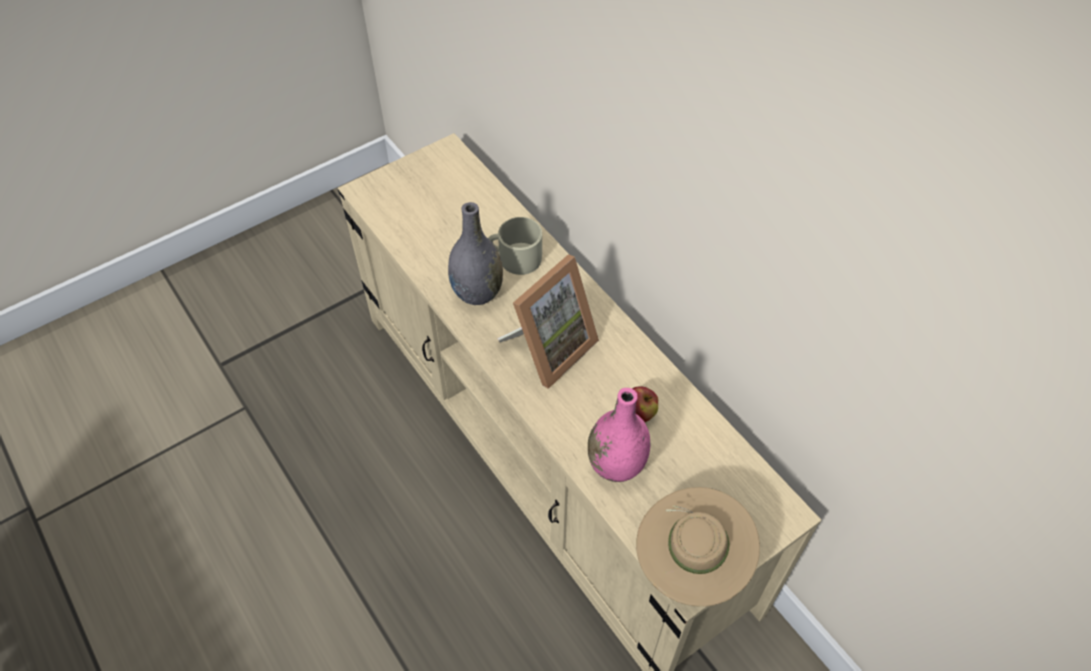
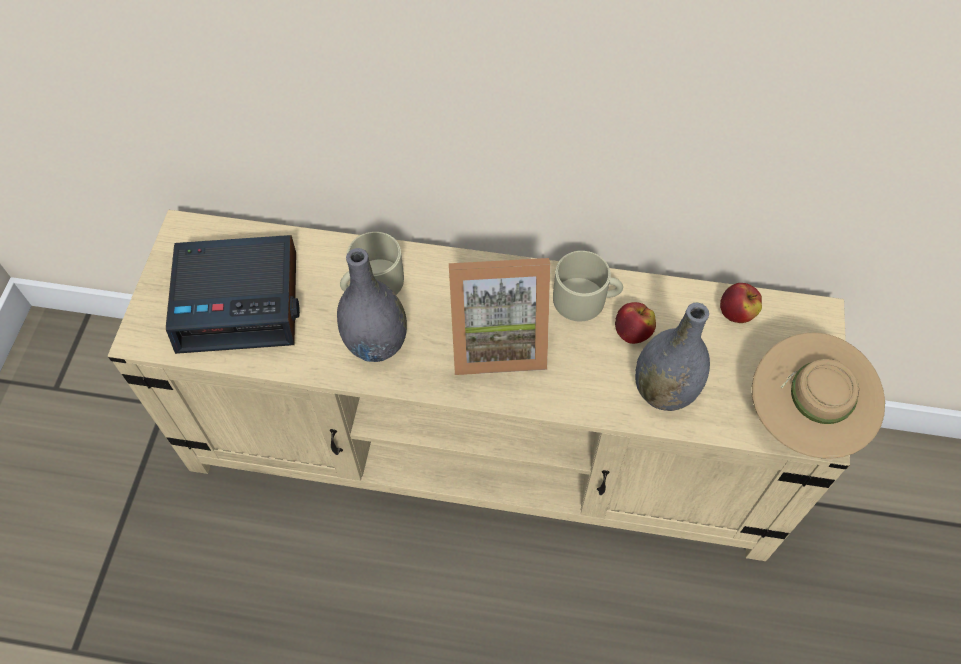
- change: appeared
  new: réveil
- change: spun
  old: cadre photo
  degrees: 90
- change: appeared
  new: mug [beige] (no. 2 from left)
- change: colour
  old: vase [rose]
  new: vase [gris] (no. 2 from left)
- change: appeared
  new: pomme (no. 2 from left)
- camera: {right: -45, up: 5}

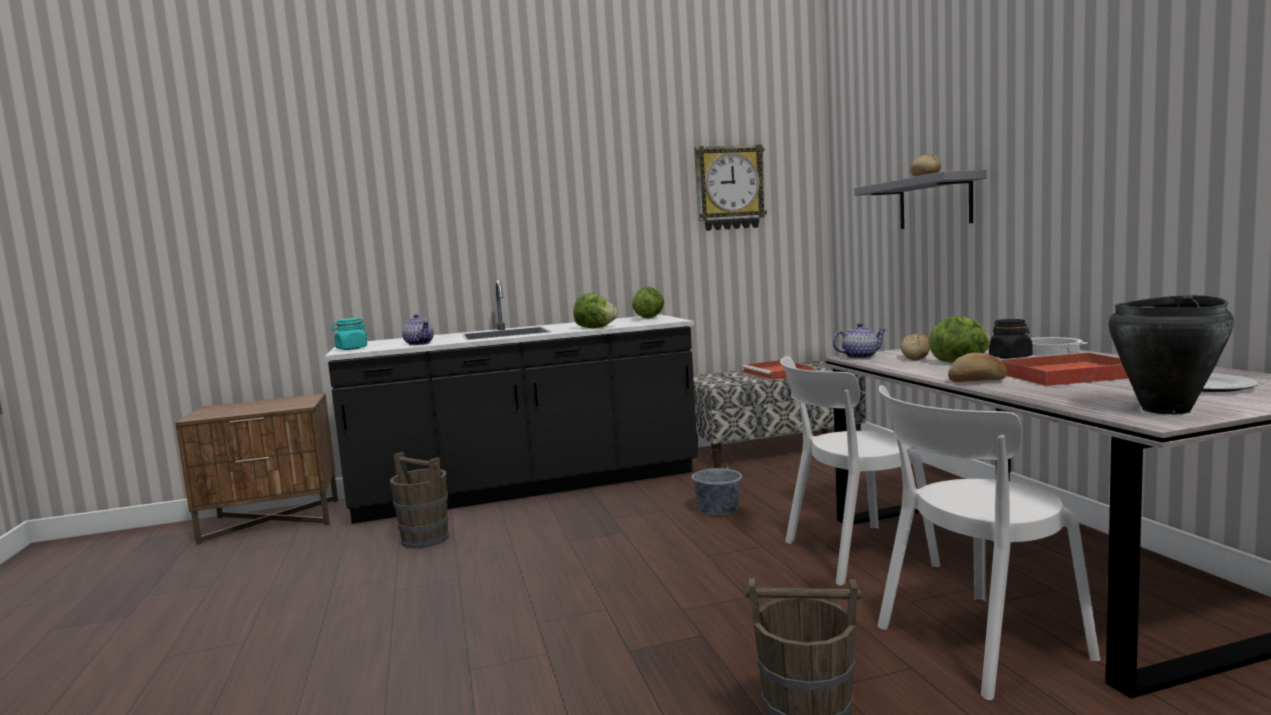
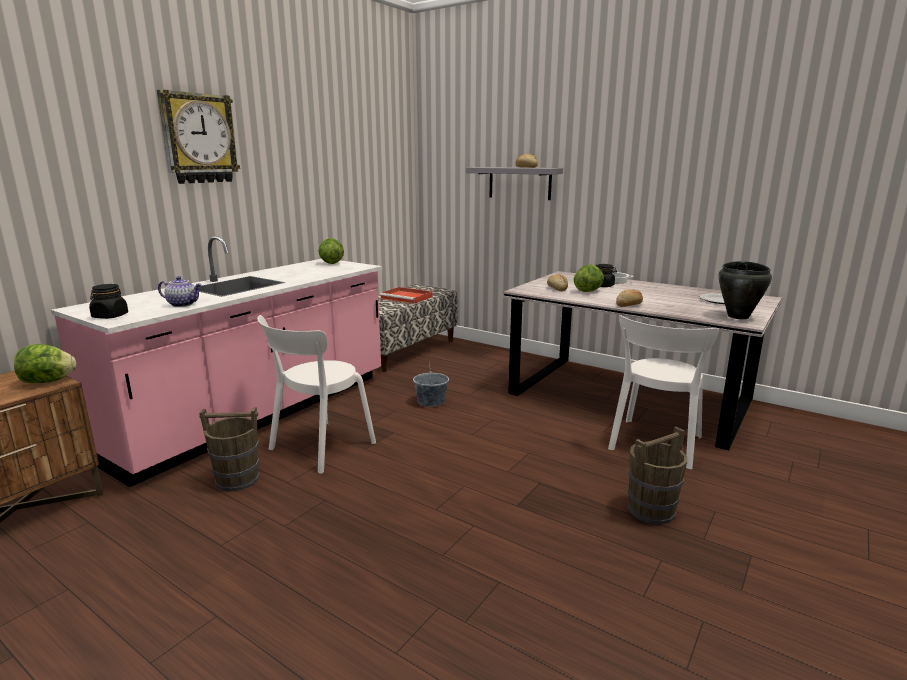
- change: relocated
  old: laitue (no. 1 from left)
- change: colour
  old: comptoir de cuisine [noir]
  new: comptoir de cuisine [rose]
- change: colour
  old: bocal [turquoise]
  new: bocal [noir] (no. 1 from left)
- change: relocated
  old: horloge murale
- change: relocated
  old: chaise [blanc] (no. 1 from left)
- change: missing
  old: théière (no. 2 from left)
- change: missing
  old: plateau [rouge] (no. 2 from left)
- camera: {right: -40, up: 10}

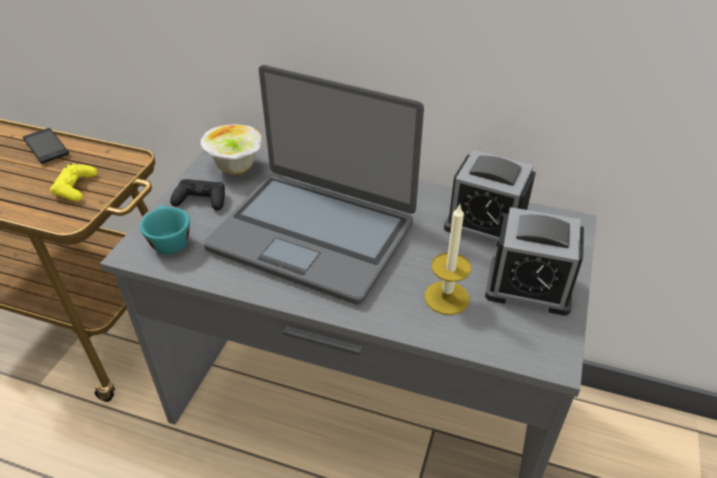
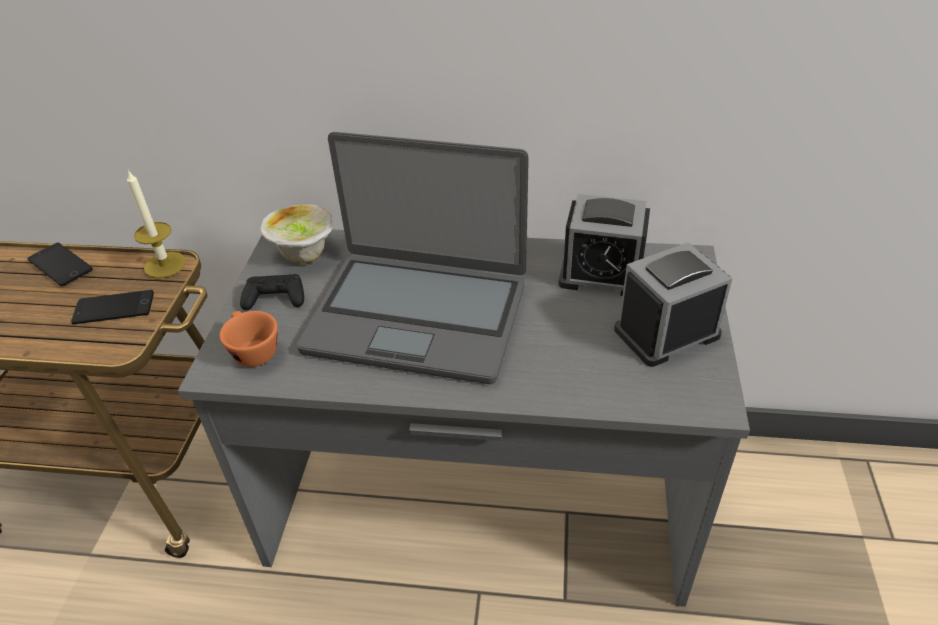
- change: exchanged
  old: manette [jaune]
  new: téléphone (no. 2 from left)
- change: relocated
  old: bougie
- change: colour
  old: tasse [turquoise]
  new: tasse [orange]
- change: spun
  old: réveil (no. 2 from left)
  degrees: 150
- camera: {right: -10, up: 0}

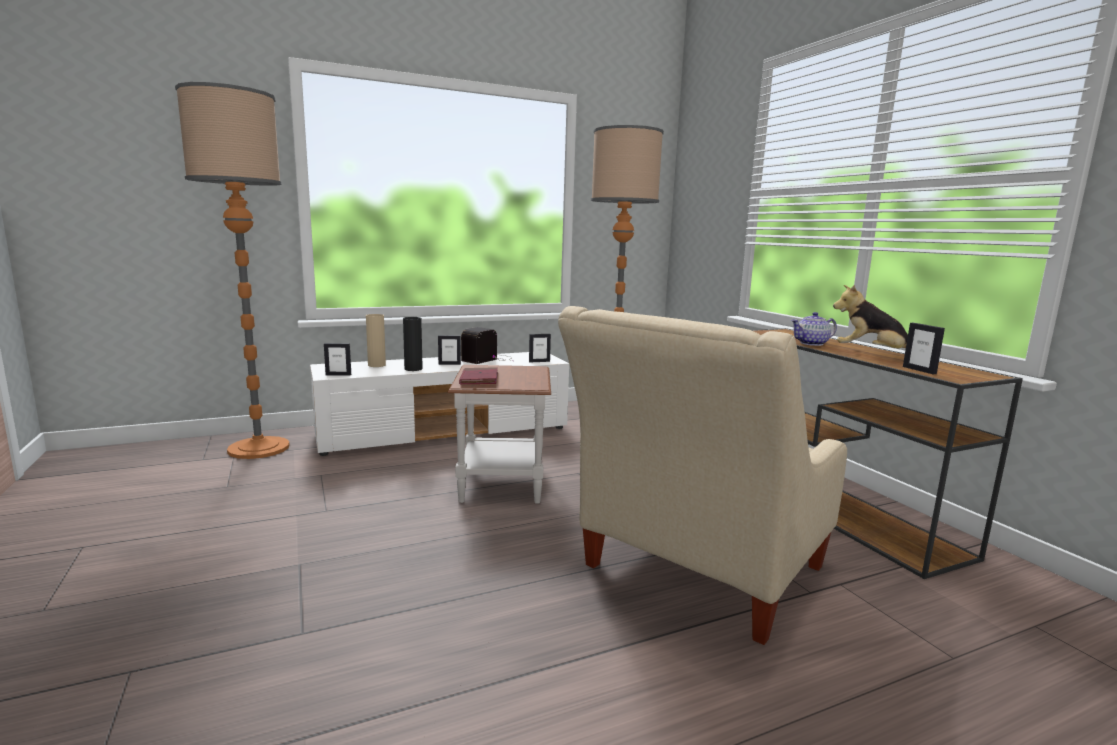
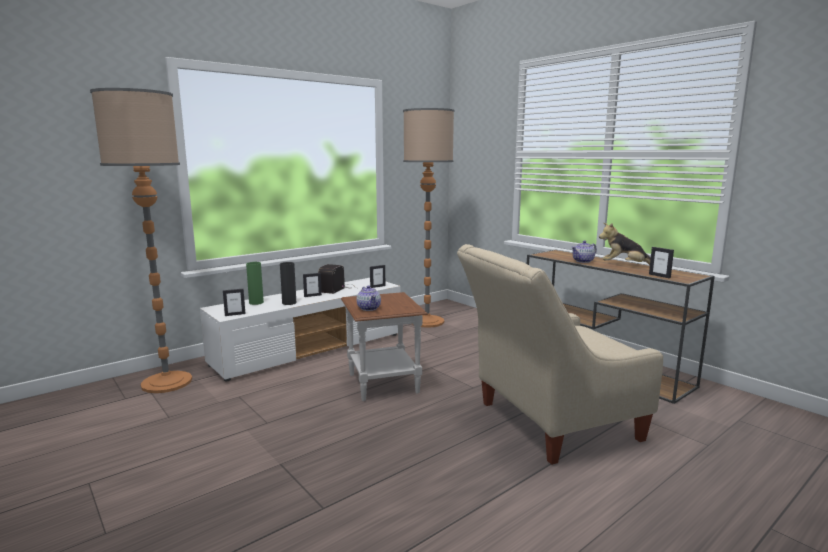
- change: colour
  old: vase [beige]
  new: vase [vert]
- change: exchanged
  old: livre [rouge]
  new: théière (no. 1 from left)
- change: spun
  old: fauteuil [beige]
  degrees: 45
- camera: {right: -15, up: 0}

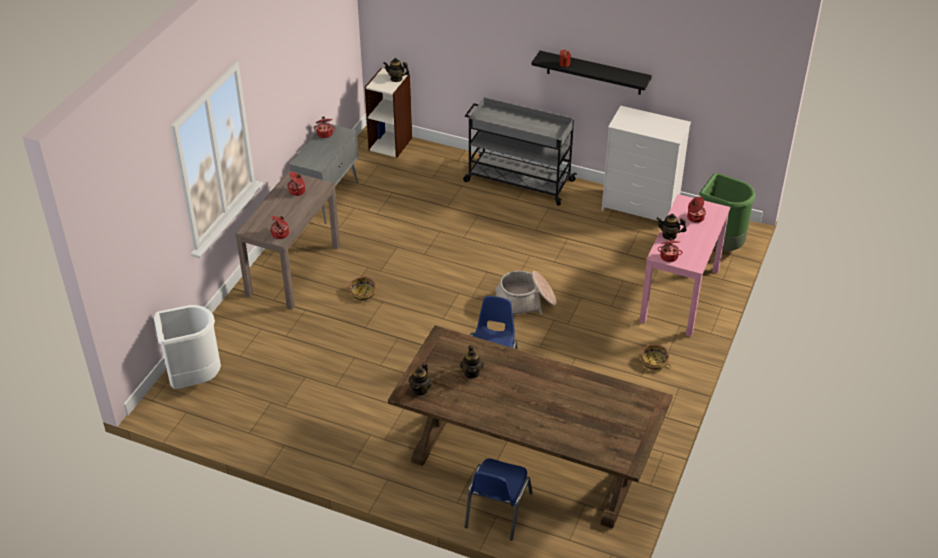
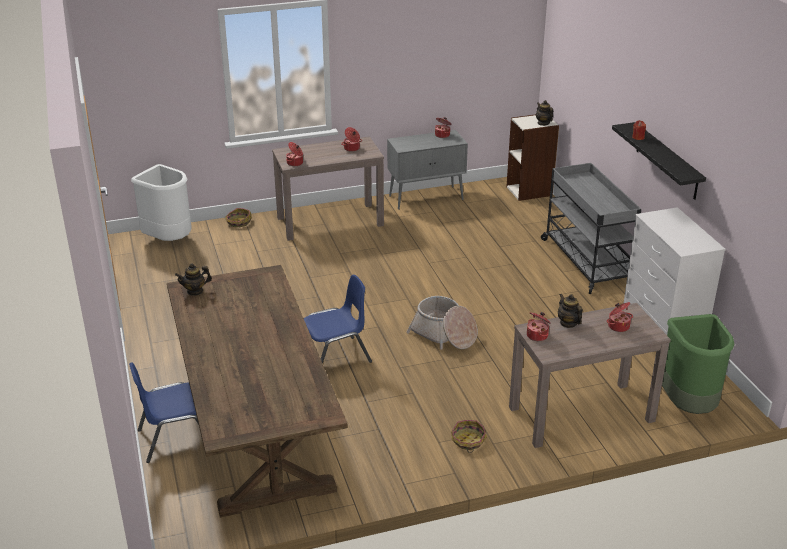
- change: relocated
  old: panier (no. 1 from left)
- change: colour
  old: table console [rose]
  new: table console [marron] (no. 2 from left)
- change: missing
  old: théière (no. 3 from left)
- camera: {right: 50, up: -10}

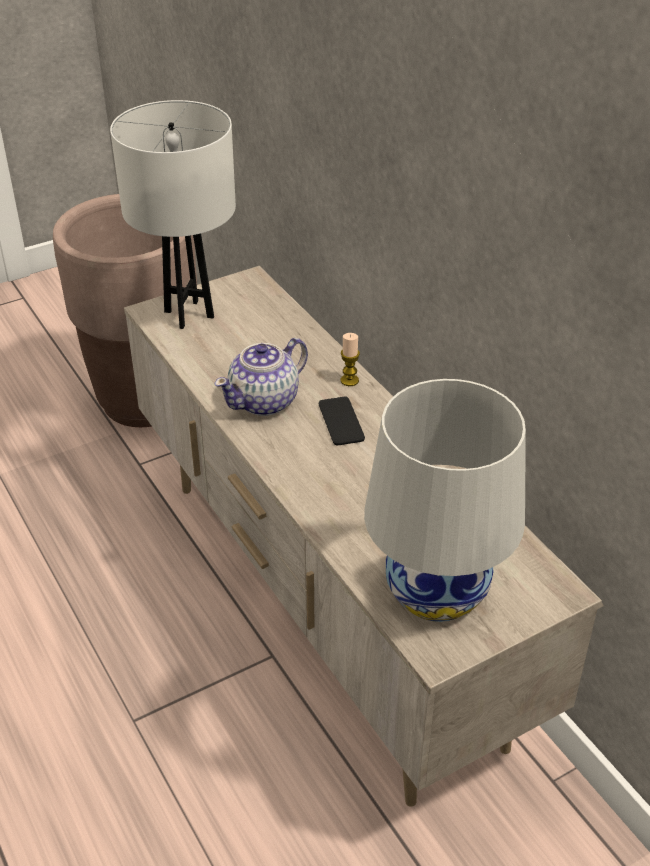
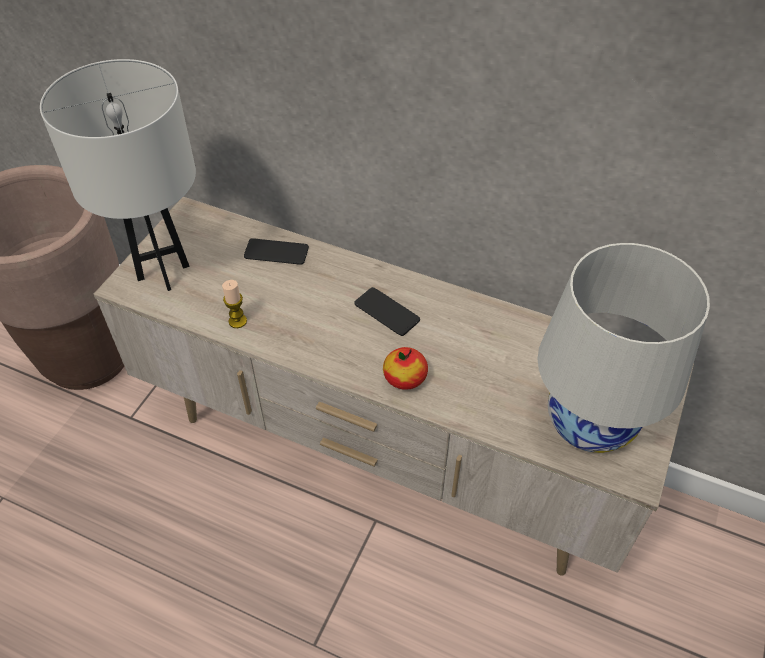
- change: relocated
  old: bougie
- change: appeared
  new: téléphone (no. 1 from left)
- change: appeared
  new: pomme
- change: missing
  old: théière
- camera: {right: -35, up: 10}

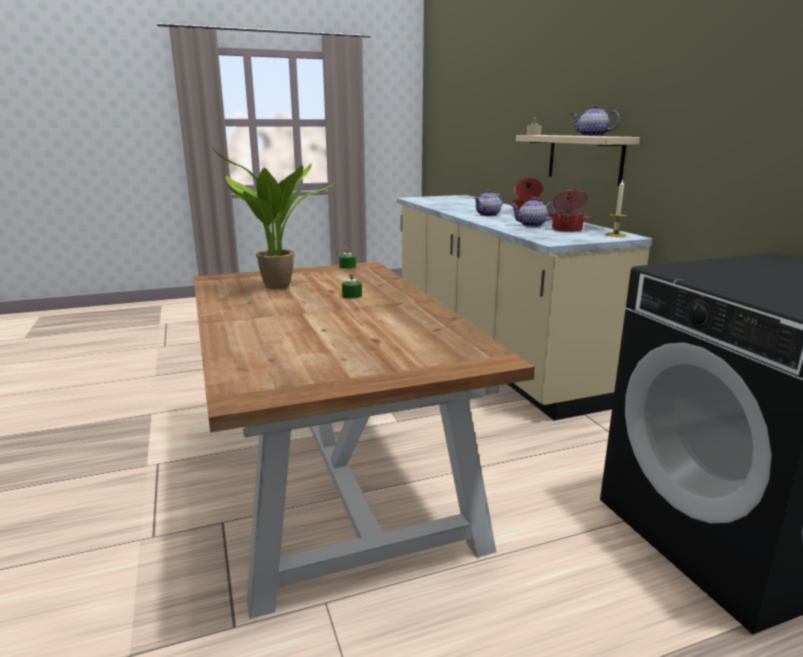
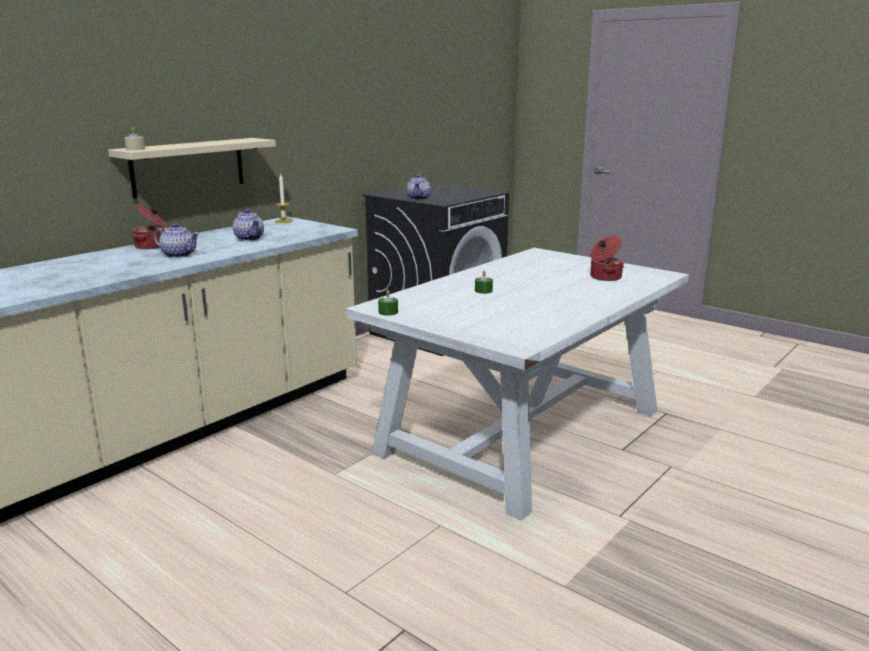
- change: colour
  old: table à manger [marron]
  new: table à manger [blanc]
- change: relocated
  old: théière (no. 3 from left)
- change: relocated
  old: marmite (no. 2 from left)
- change: missing
  old: plante en pot
- camera: {right: -120, up: 0}

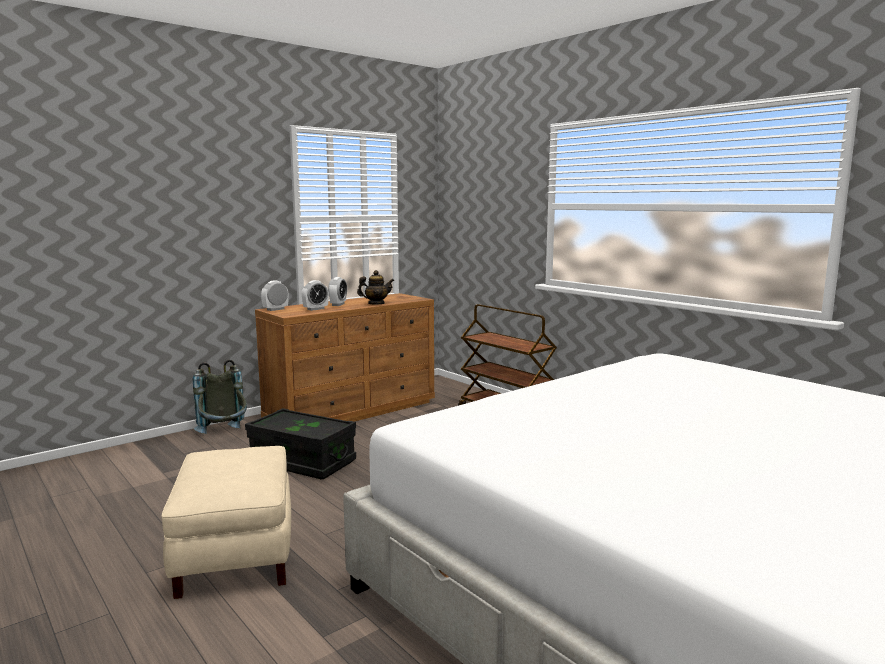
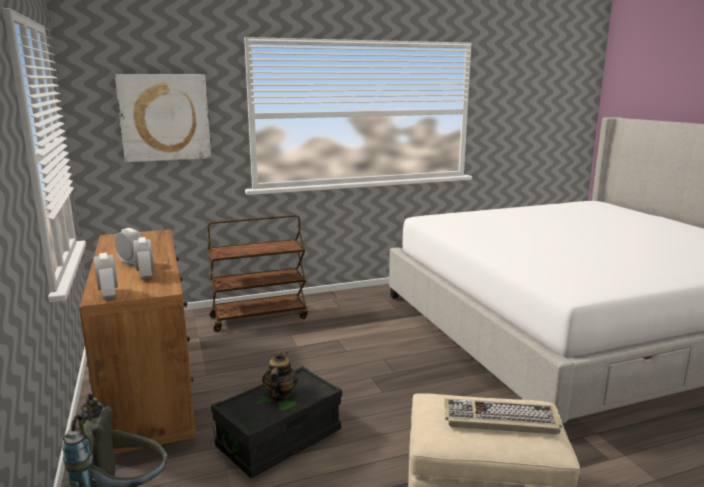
- change: appeared
  new: tableau
- change: relocated
  old: théière
- change: appeared
  new: clavier
- camera: {right: -70, up: 5}

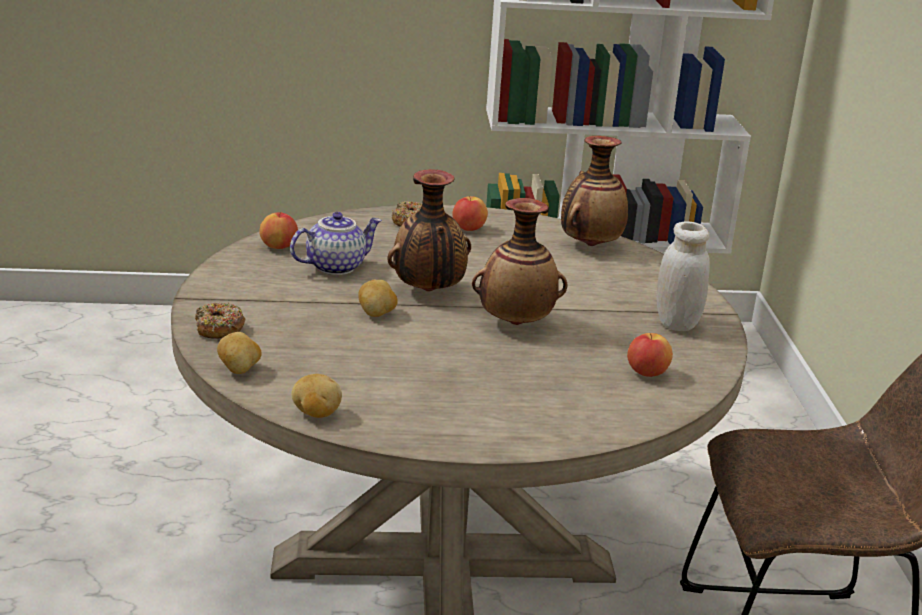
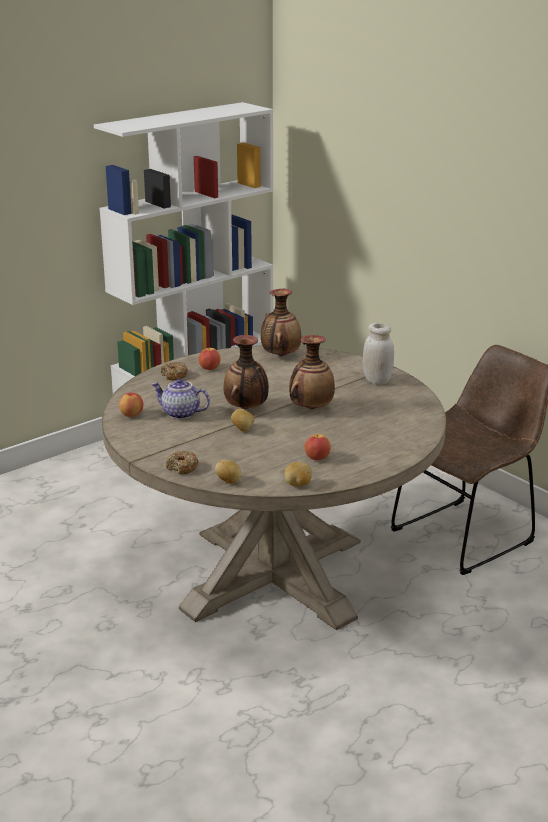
- change: spun
  old: théière
  degrees: -90
- change: relocated
  old: pomme (no. 3 from left)
- camera: {right: -35, up: 0}

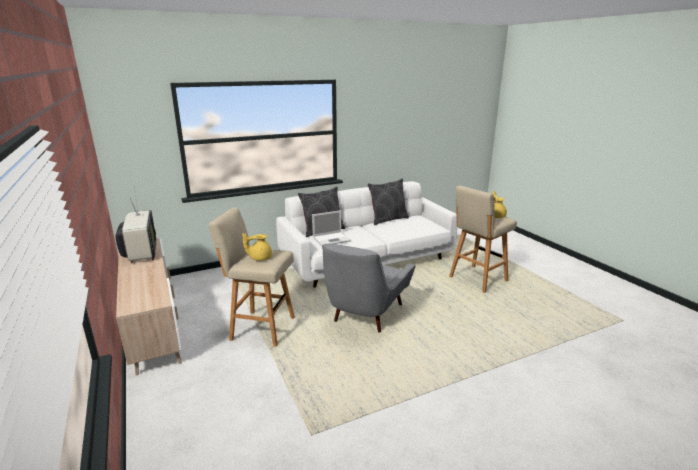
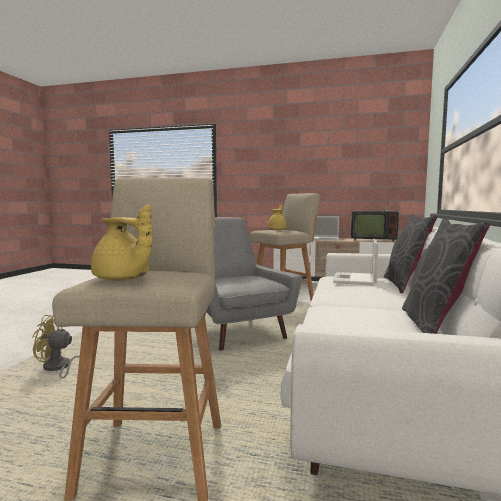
- change: appeared
  new: ventilateur [jaune]
- change: appeared
  new: ordinateur portable (no. 1 from left)
- camera: {right: 130, up: -15}

